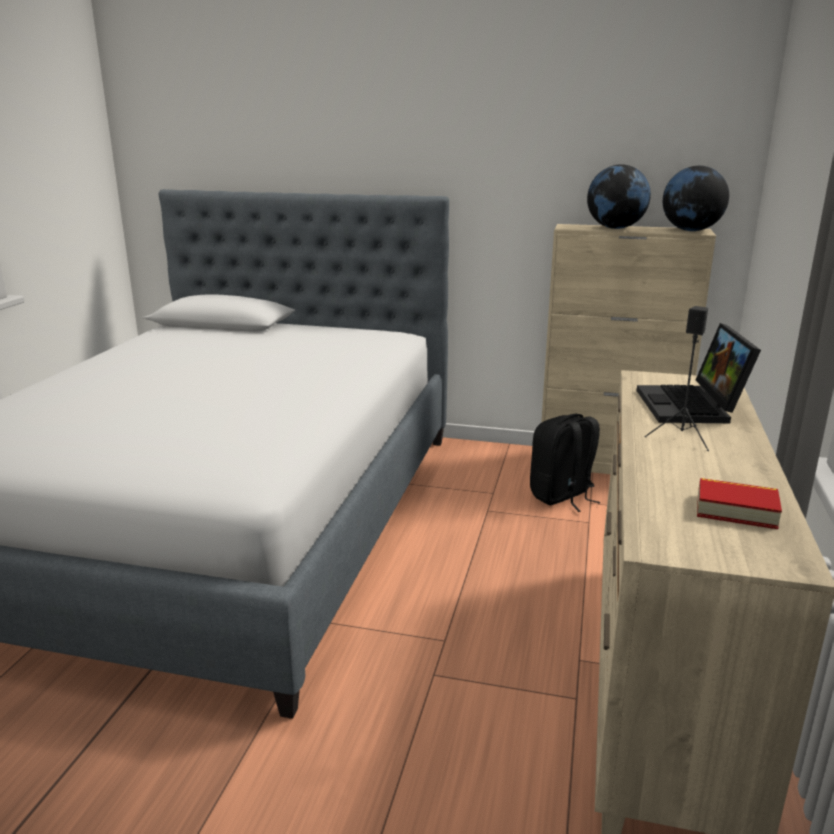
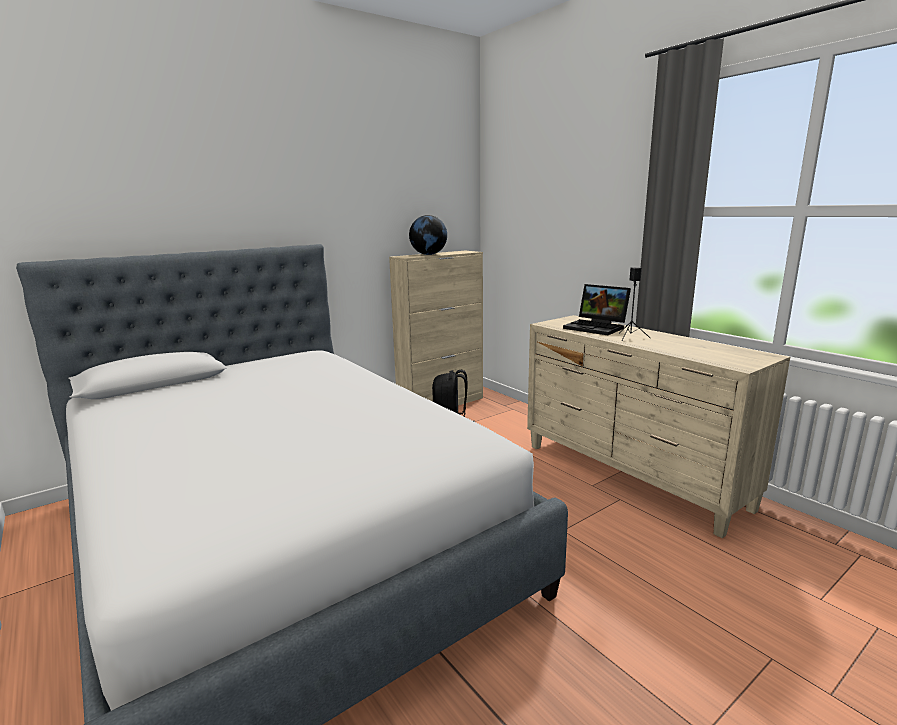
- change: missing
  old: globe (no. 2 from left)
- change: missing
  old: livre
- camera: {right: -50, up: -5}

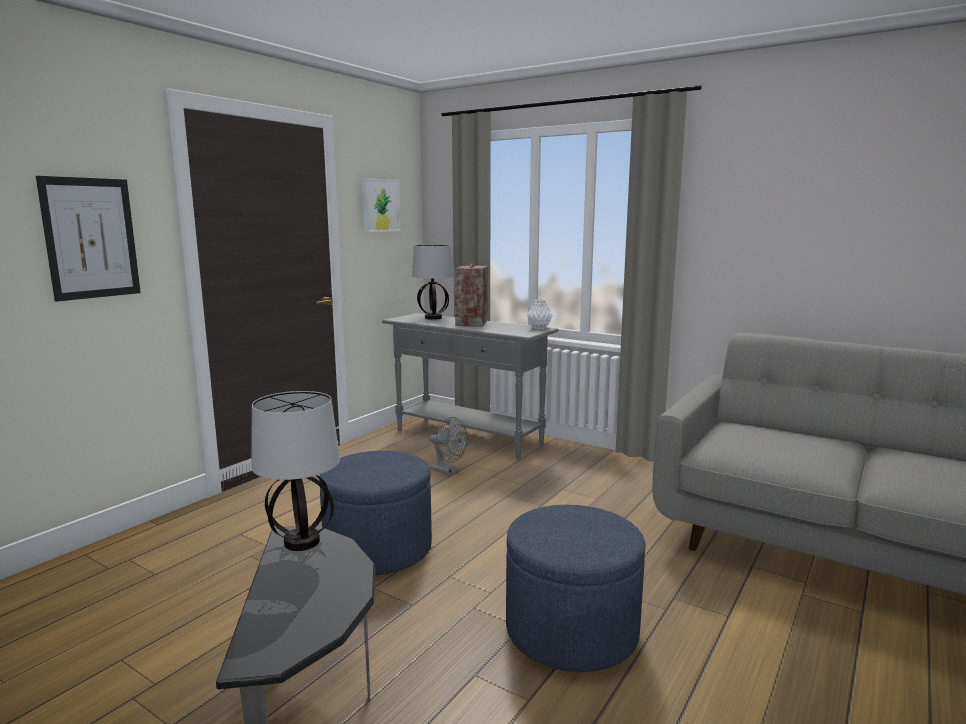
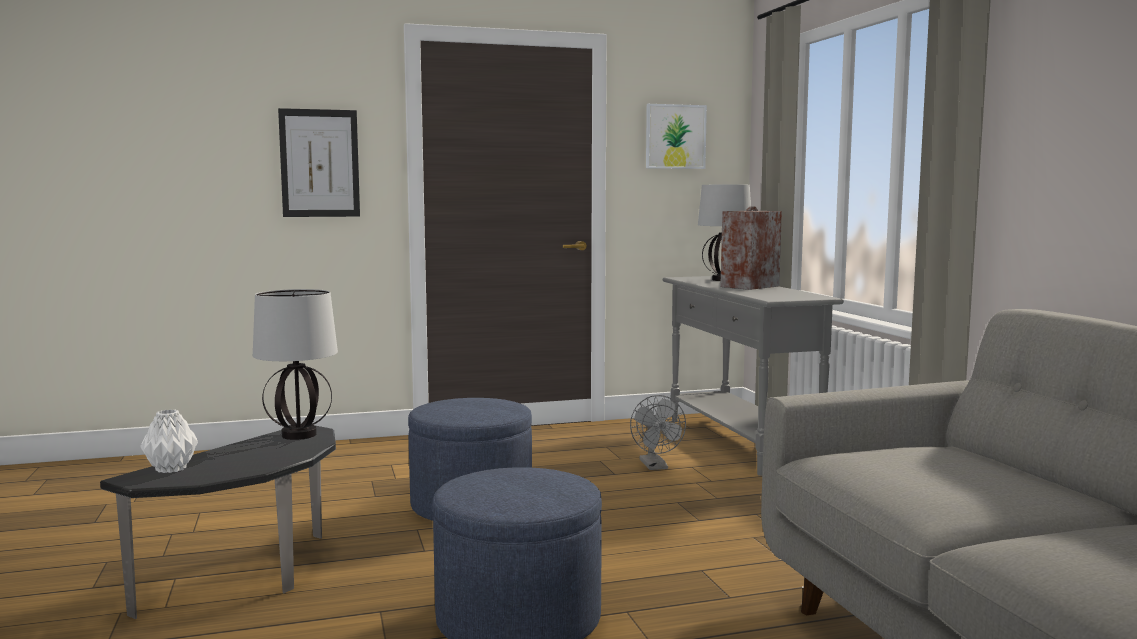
- change: relocated
  old: vase [blanc]
- camera: {right: 40, up: -5}

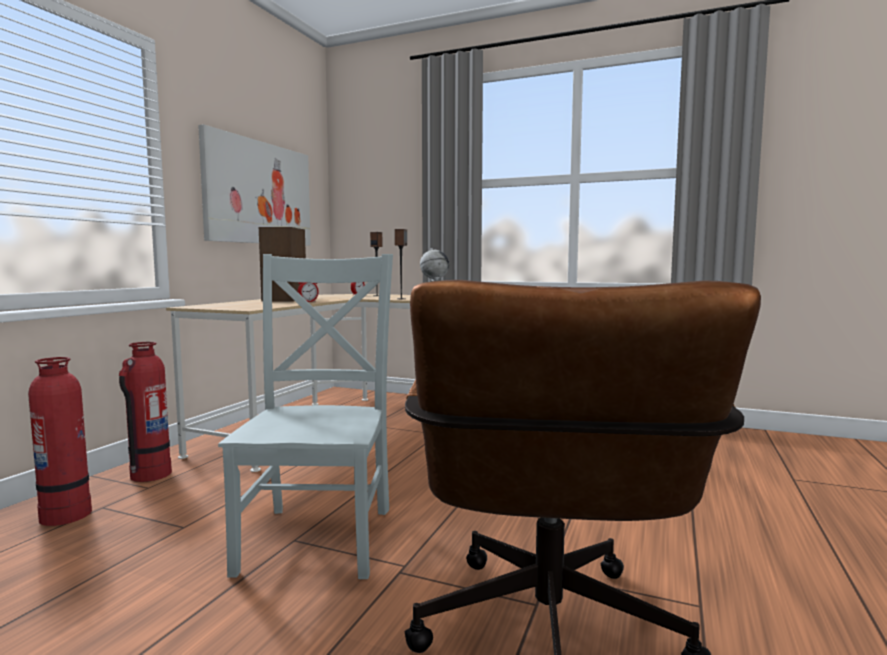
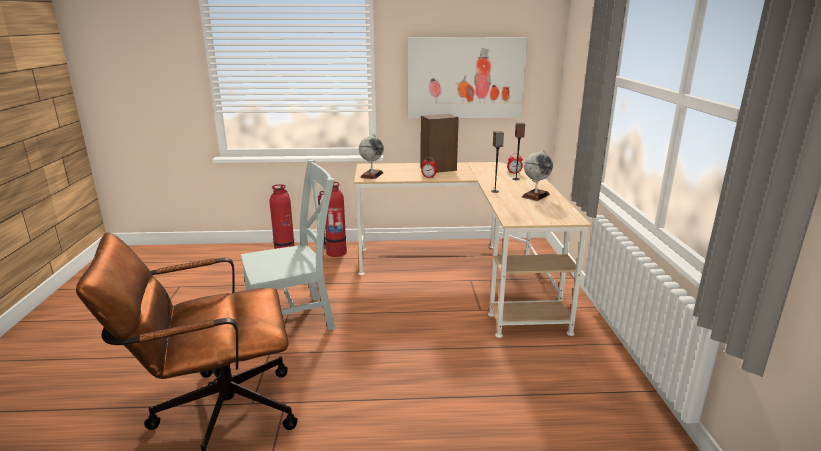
- change: appeared
  new: globe (no. 1 from left)
- camera: {right: 65, up: 15}

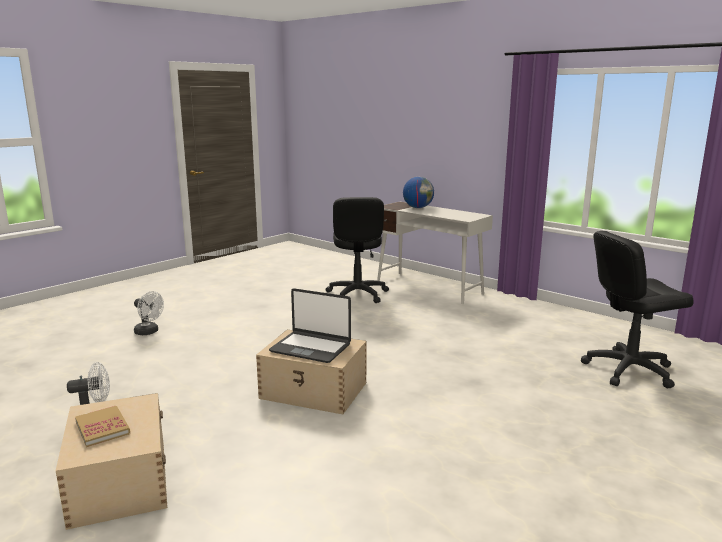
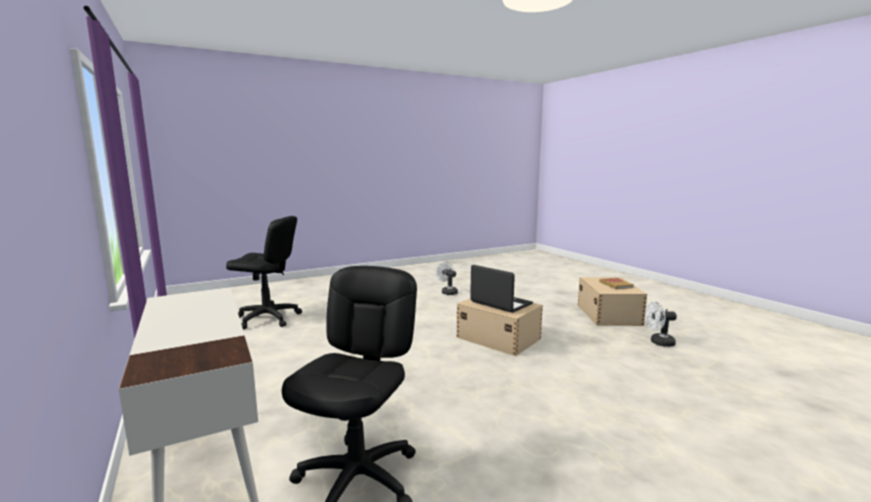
- change: relocated
  old: ventilateur [blanc] (no. 2 from left in the first image)
  new: ventilateur [blanc] (no. 1 from left)
- change: missing
  old: globe
- camera: {right: -160, up: -5}

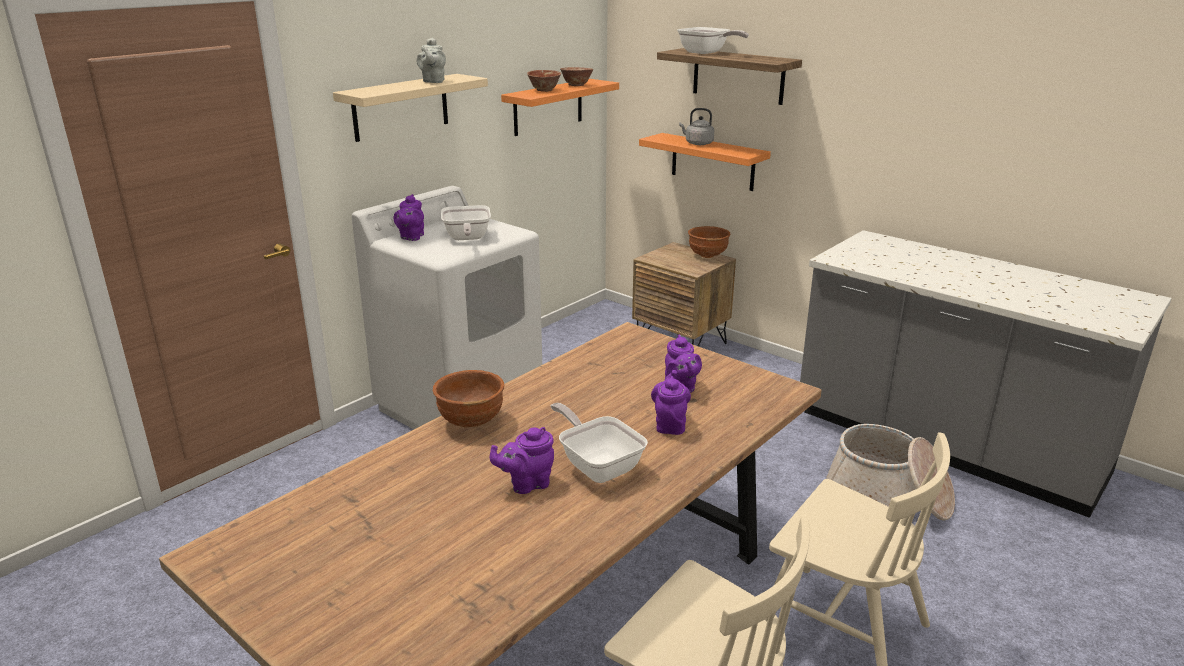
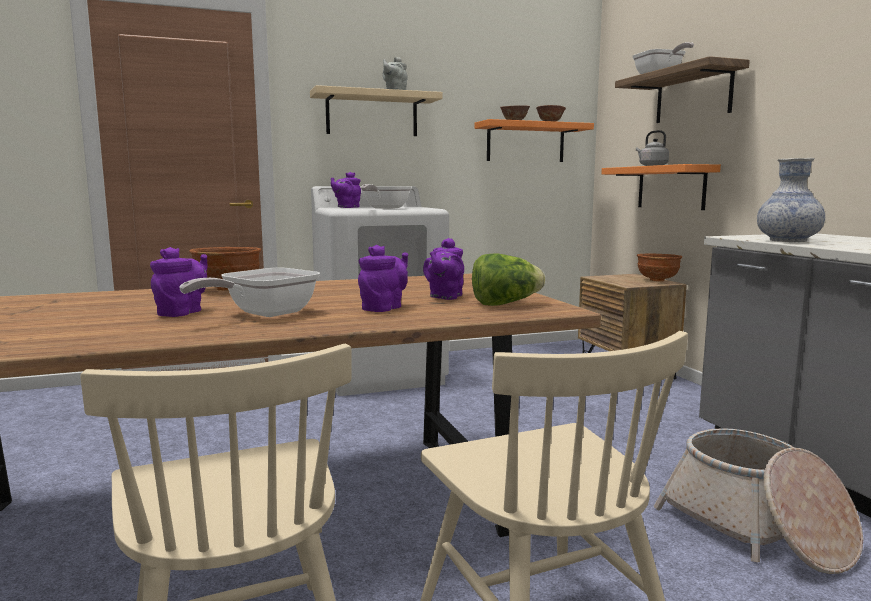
- change: spun
  old: théière [violet] (no. 2 from left in the first image)
  degrees: 105
- change: spun
  old: poêle (no. 2 from left in the first image)
  degrees: -135
- change: appeared
  new: laitue
- change: appeared
  new: vase
- camera: {right: 30, up: -15}

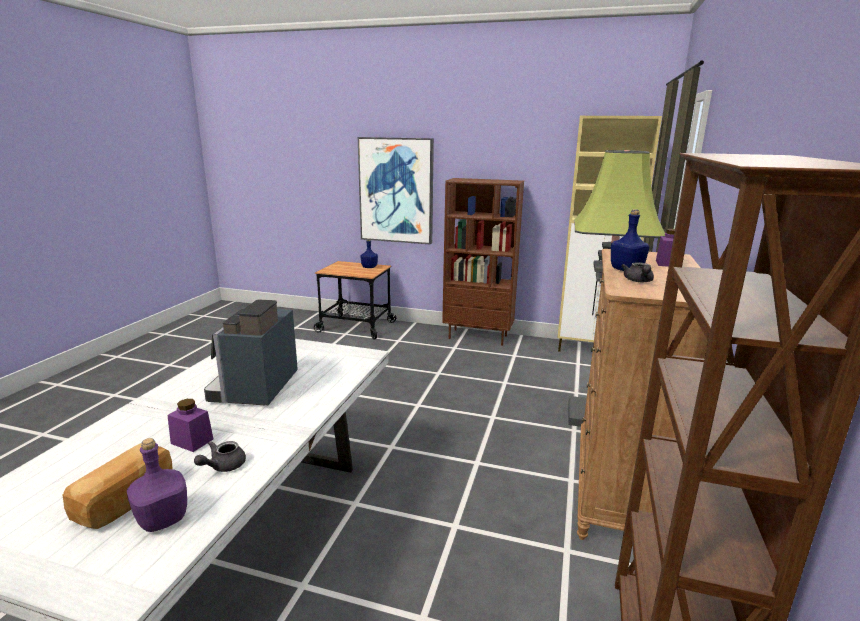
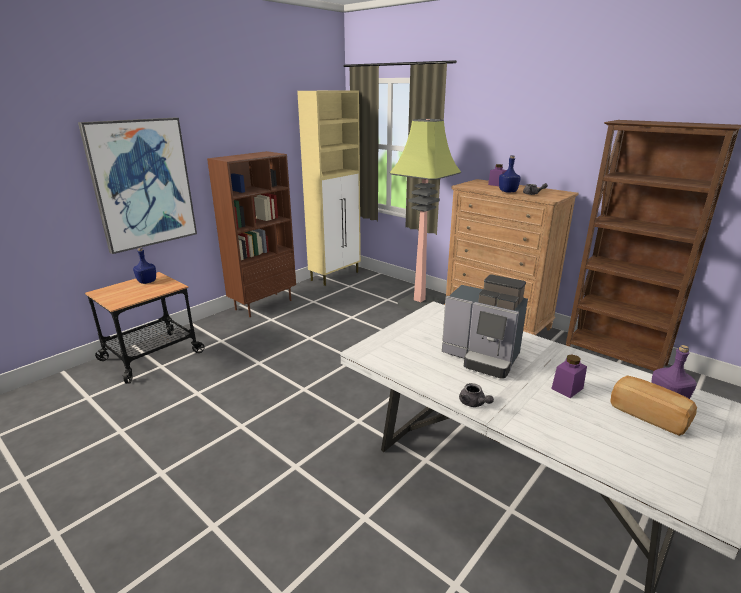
- change: relocated
  old: théière [gris] (no. 1 from left)
- camera: {right: -65, up: 5}

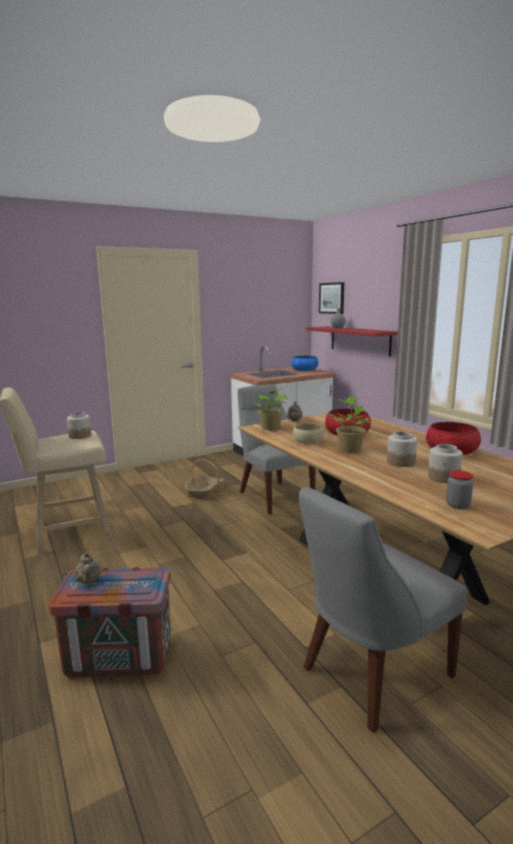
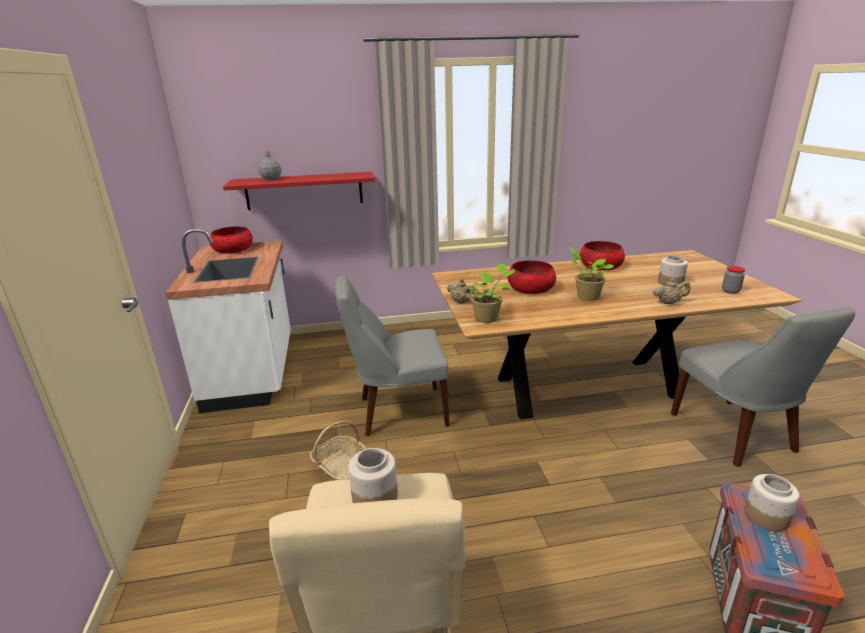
- change: colour
  old: bol [bleu]
  new: bol [rouge] (no. 1 from left)
- change: relocated
  old: théière [beige] (no. 1 from left in the first image)
  new: théière [beige] (no. 2 from left)
- change: relocated
  old: bocal (no. 2 from left in the first image)
  new: bocal (no. 4 from left)
- change: missing
  old: bol [beige]
- change: missing
  old: tableau
- camera: {right: -70, up: 10}

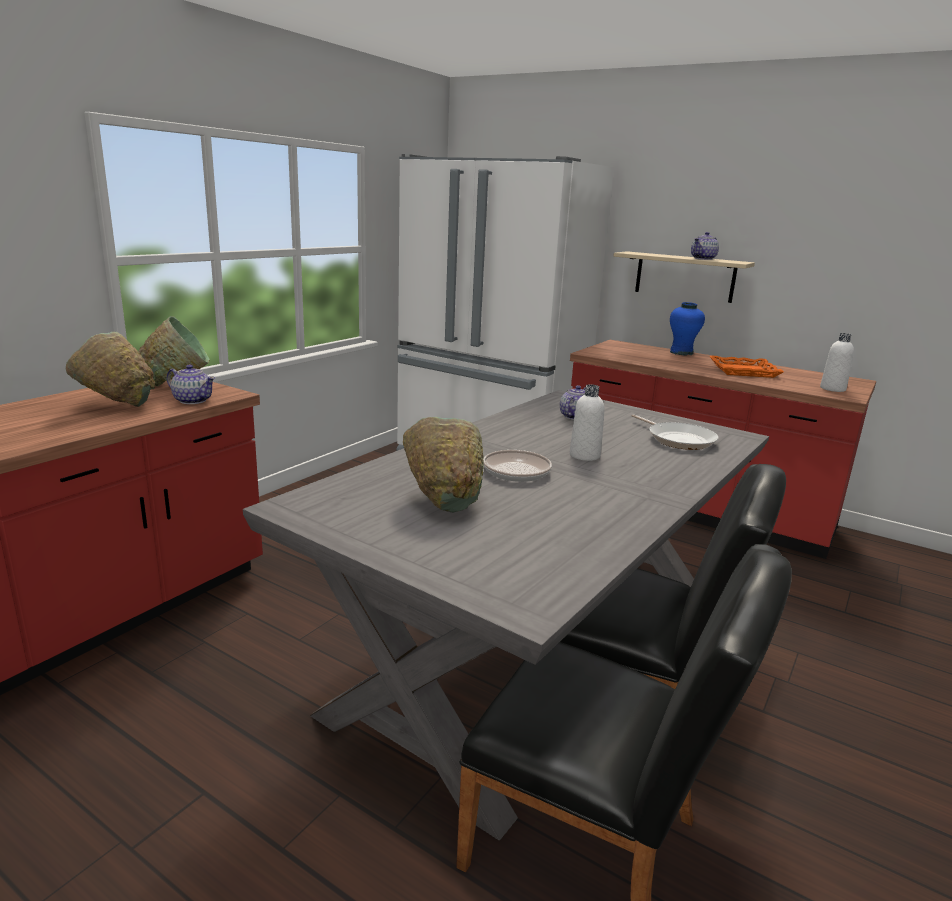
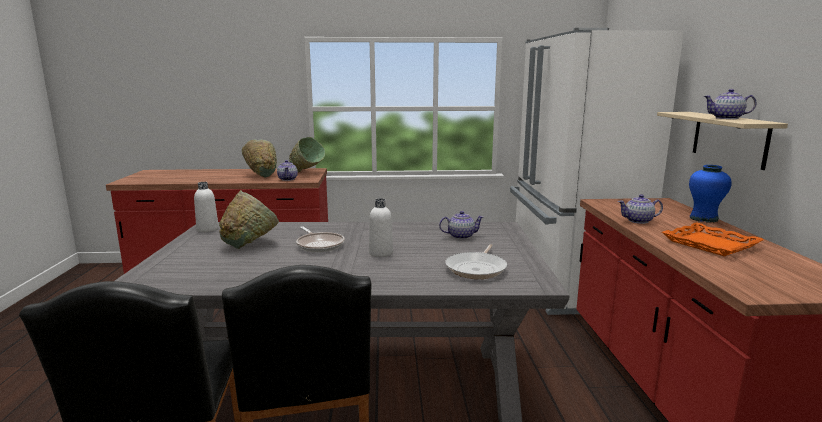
- change: relocated
  old: bouteille [blanc] (no. 2 from left in the first image)
  new: bouteille [blanc] (no. 1 from left)
- change: appeared
  new: théière (no. 3 from left)
- camera: {right: 55, up: -5}

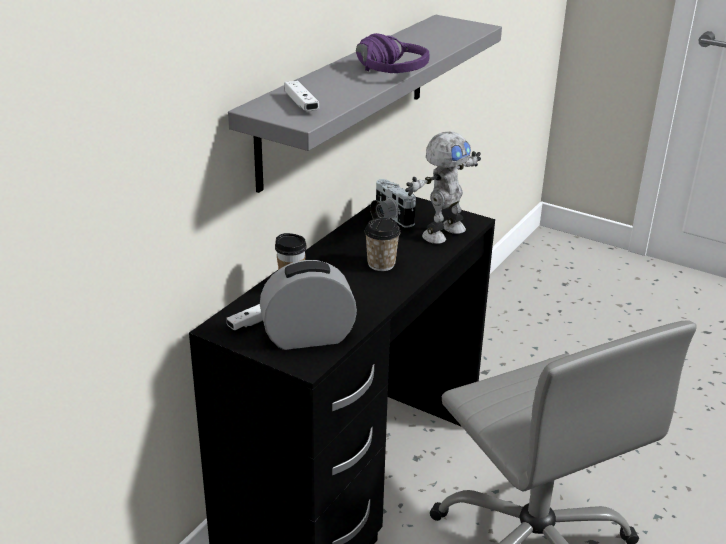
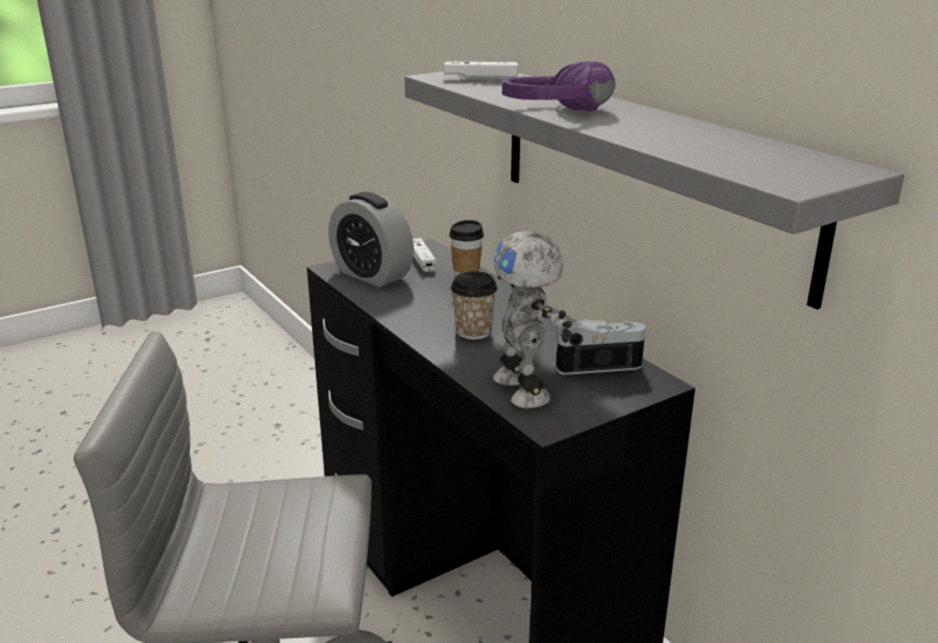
- change: spun
  old: réveil
  degrees: 120
- camera: {right: 115, up: -5}

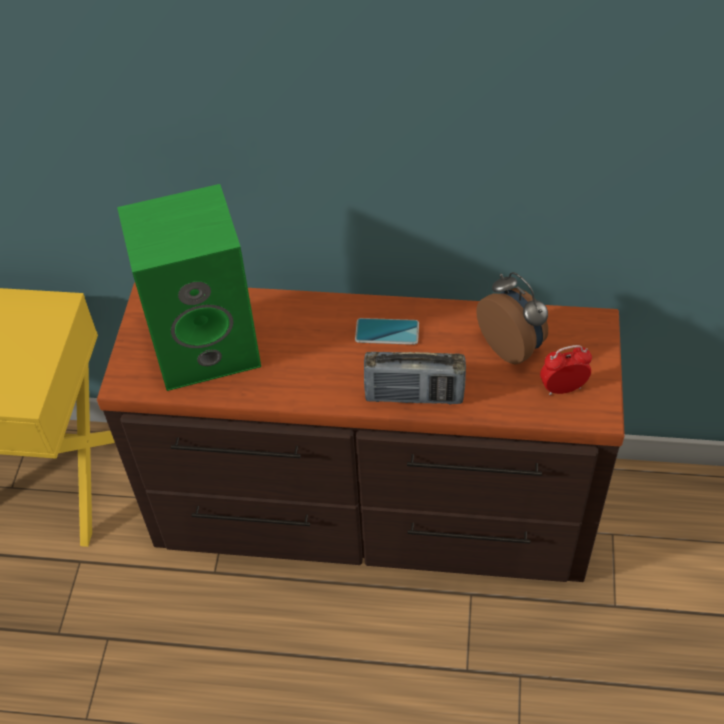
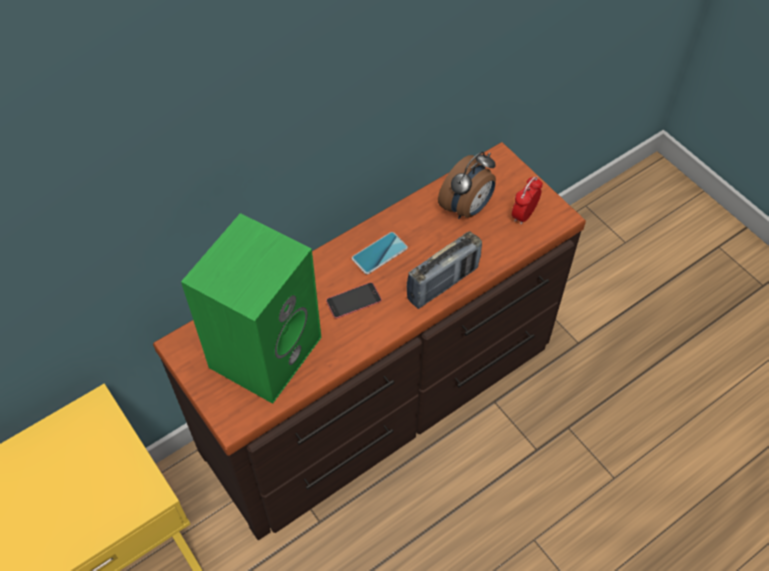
- change: appeared
  new: téléphone (no. 1 from left)
- change: spun
  old: réveil (no. 1 from left)
  degrees: 120
- camera: {right: -45, up: 5}

